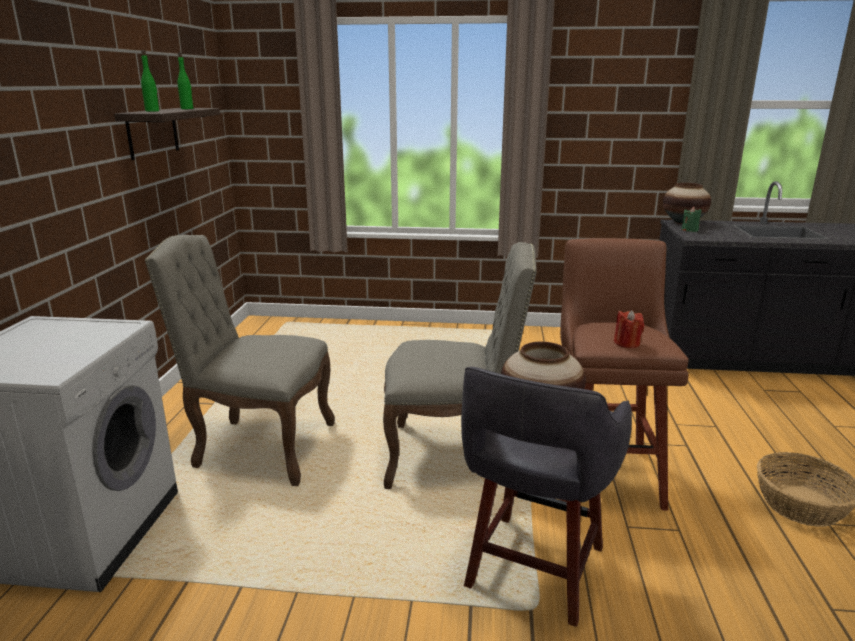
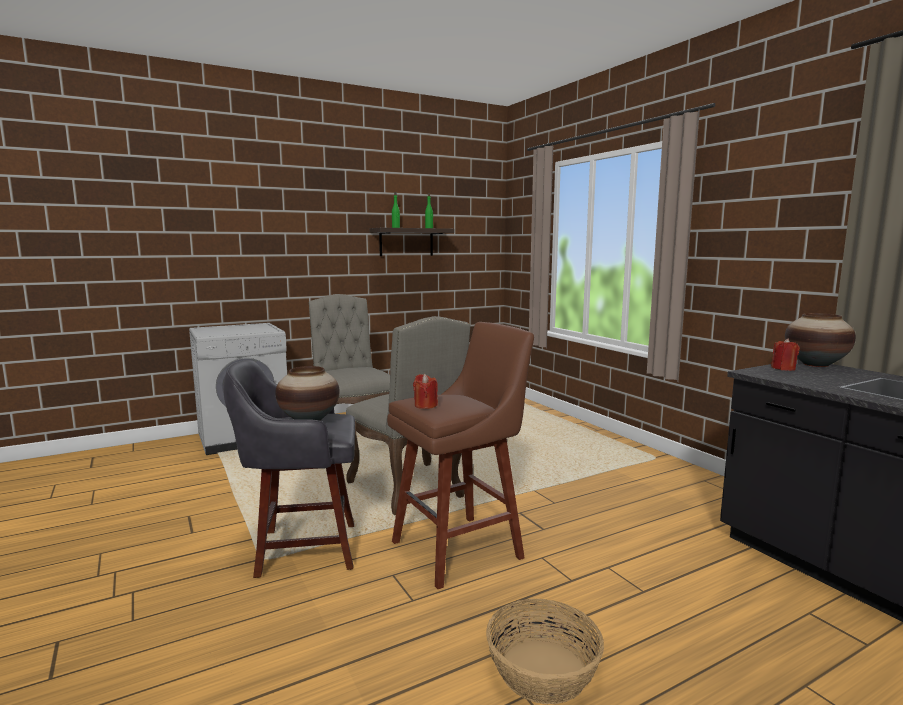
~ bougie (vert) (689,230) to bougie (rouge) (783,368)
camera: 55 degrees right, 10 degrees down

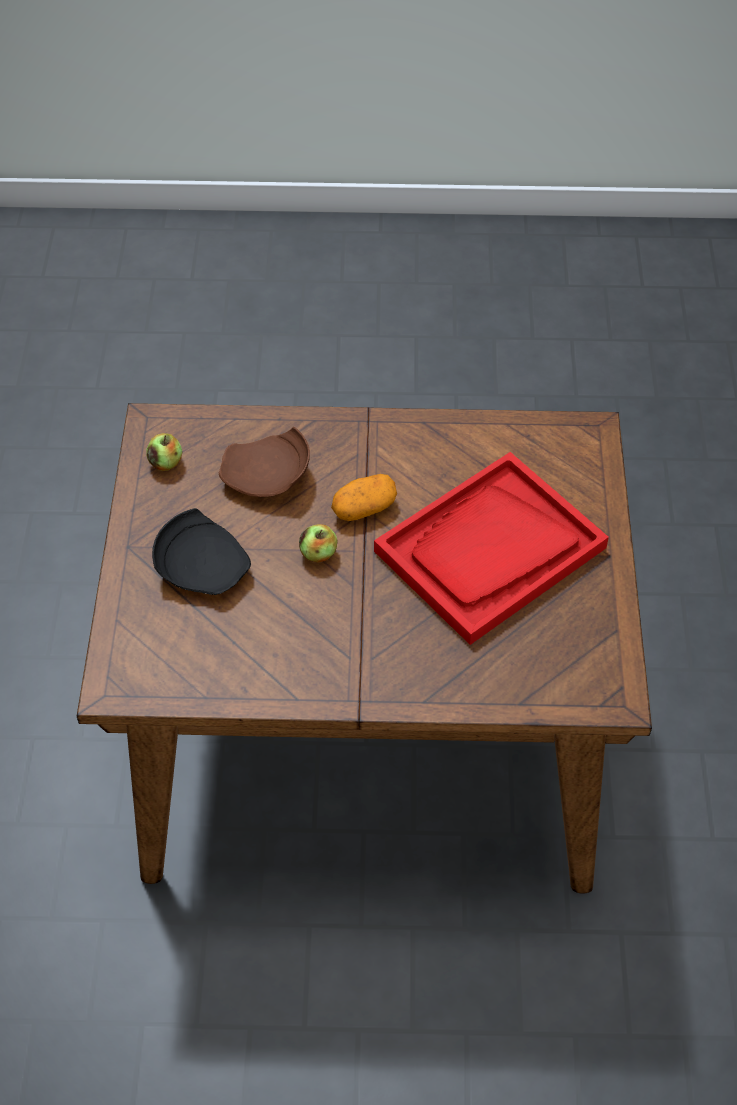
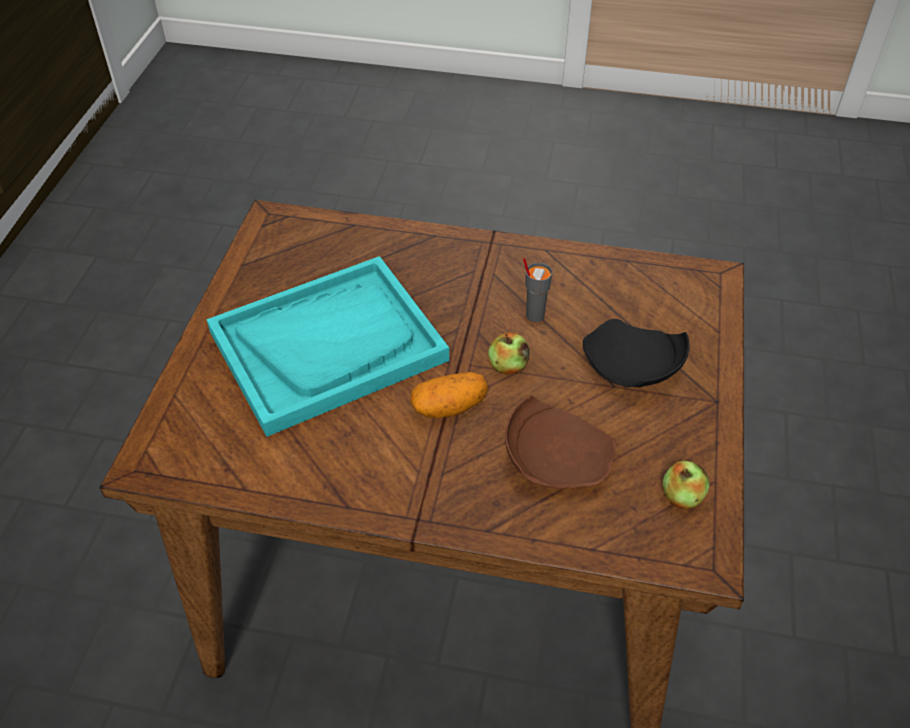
~ plateau (rouge) (490,550) to plateau (turquoise) (328,346)
+ tasse (gris) (534,315)
camera: 170 degrees left, 5 degrees down

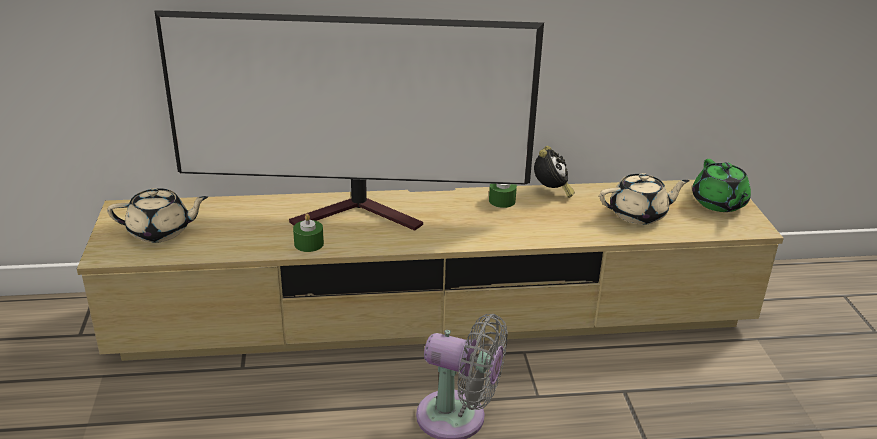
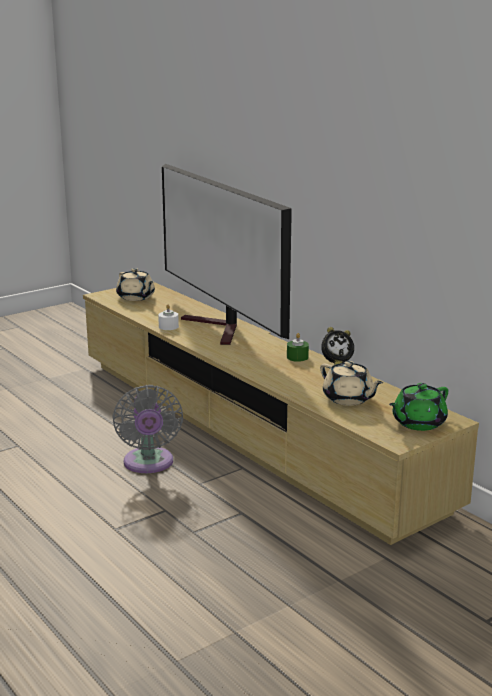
~ bougie (vert) (309,244) to bougie (blanc) (168,326)
camera: 60 degrees right, 10 degrees down

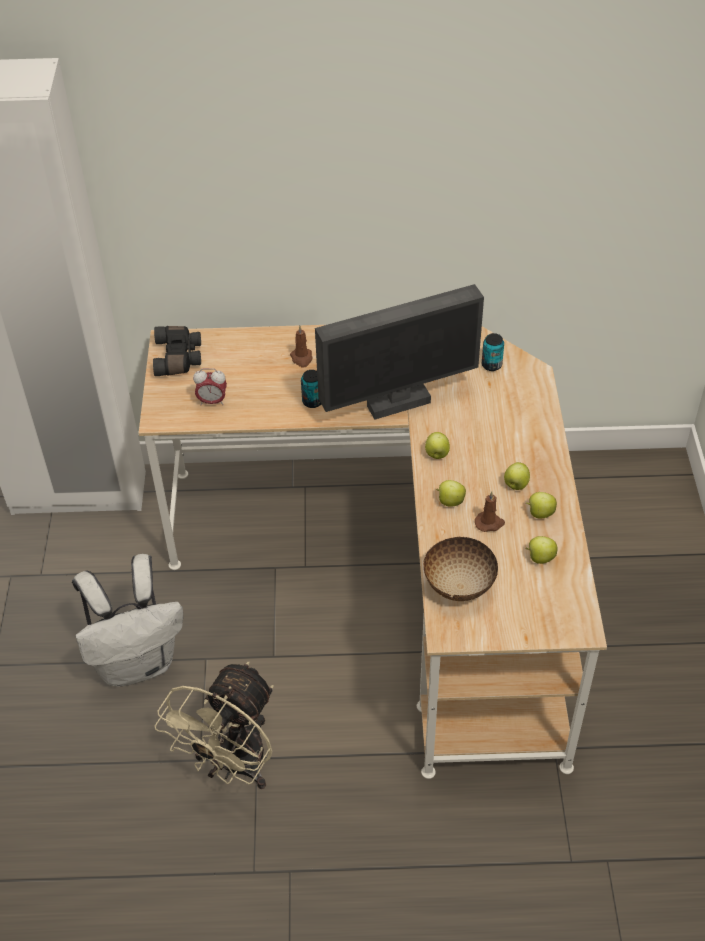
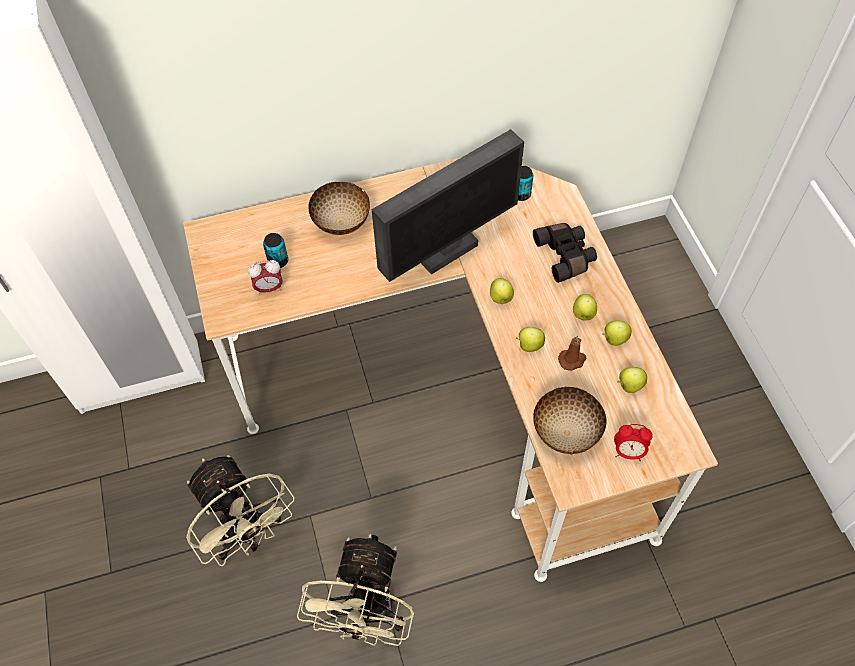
~ sac à dos (blanc) (138,662) to ventilateur (beige) (248,534)
~ boîte métallique (312,401) to (278,261)
~ bougie (marron) (302,358) to bol (341,223)
~ jumelles (noir) (179,358) to (566,256)
+ réveil (628,452)
camera: 15 degrees left, 10 degrees up

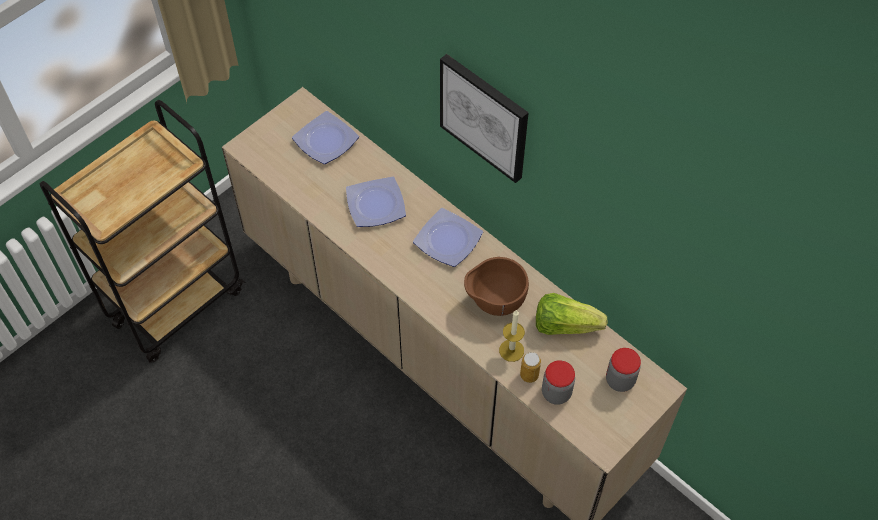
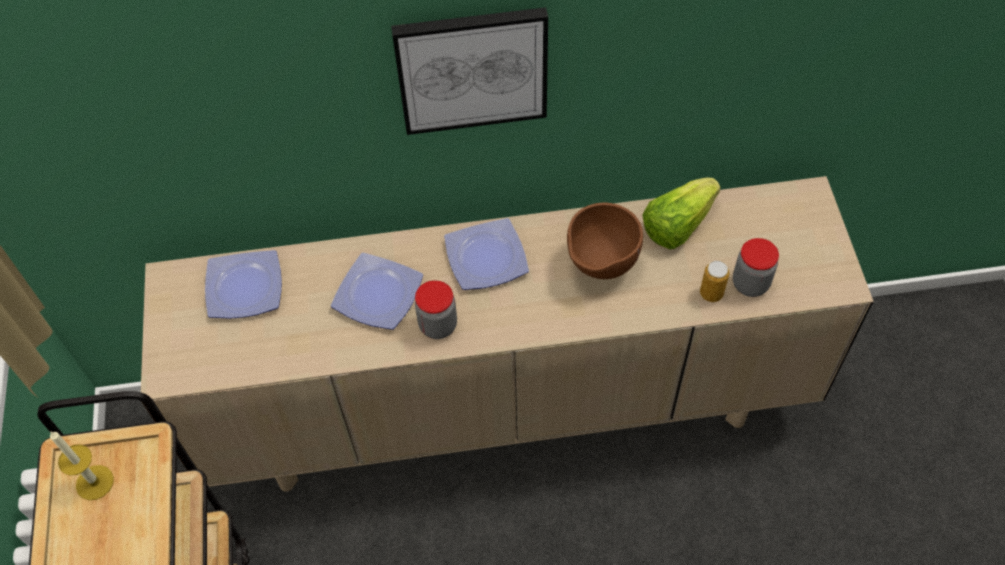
~ bougie (511,350) to (94,482)
~ bocal (620,380) to (438,325)
camera: 50 degrees left, 0 degrees up

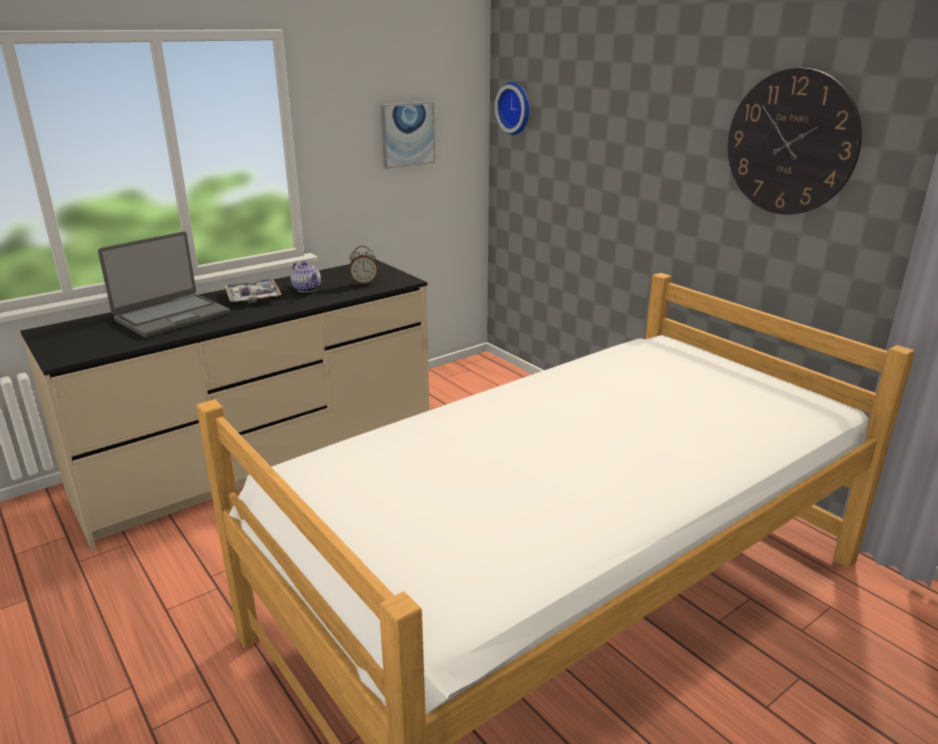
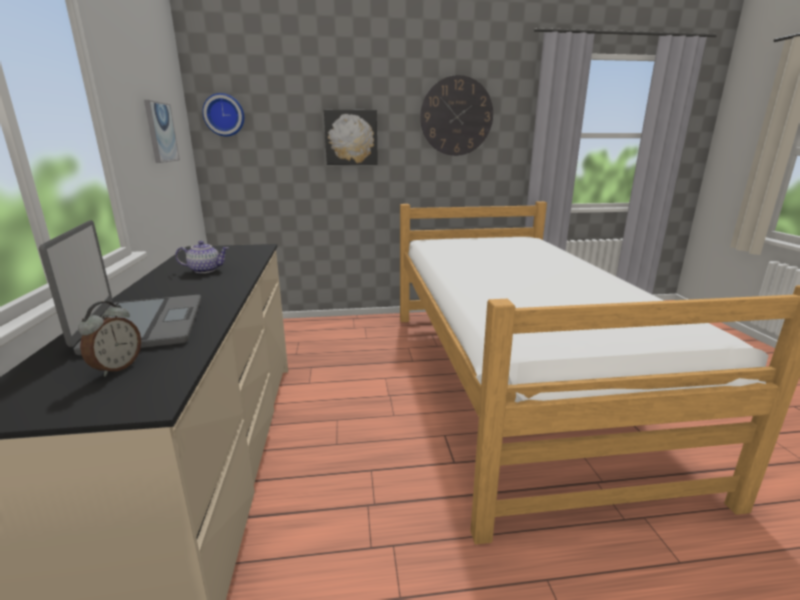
~ réveil (364,283) to (116,367)
+ tableau (351,137)
- plateau (253,297)
camera: 60 degrees left, 5 degrees down

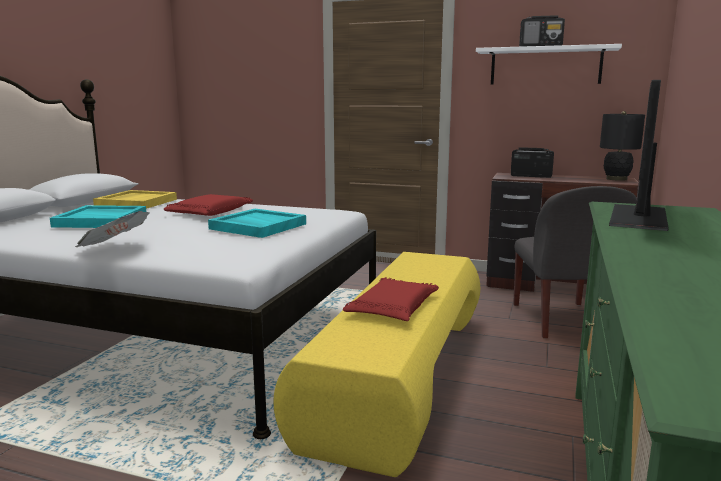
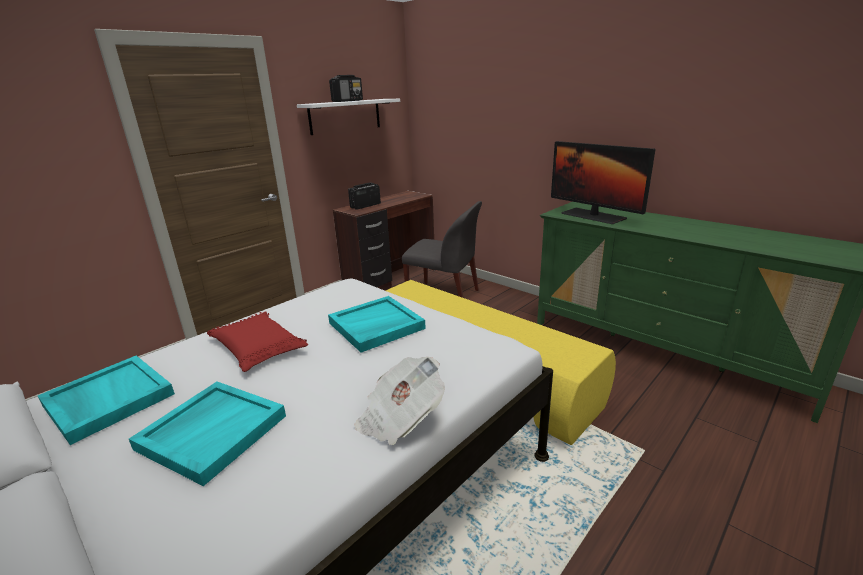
~ plateau (jaune) (136,202) to plateau (turquoise) (107,400)
- coussin (rouge) (393,306)
- lampe de table (noir) (616,179)
camera: 65 degrees left, 10 degrees up

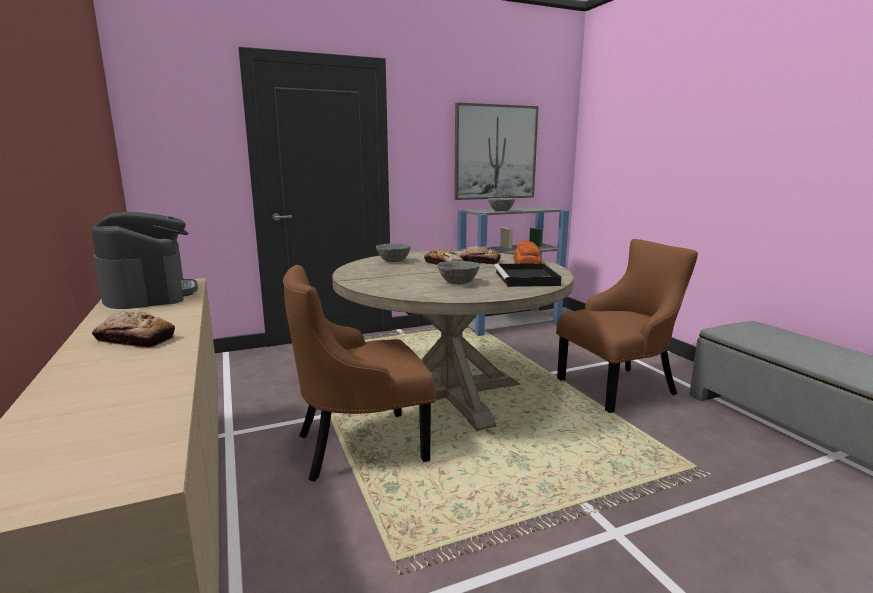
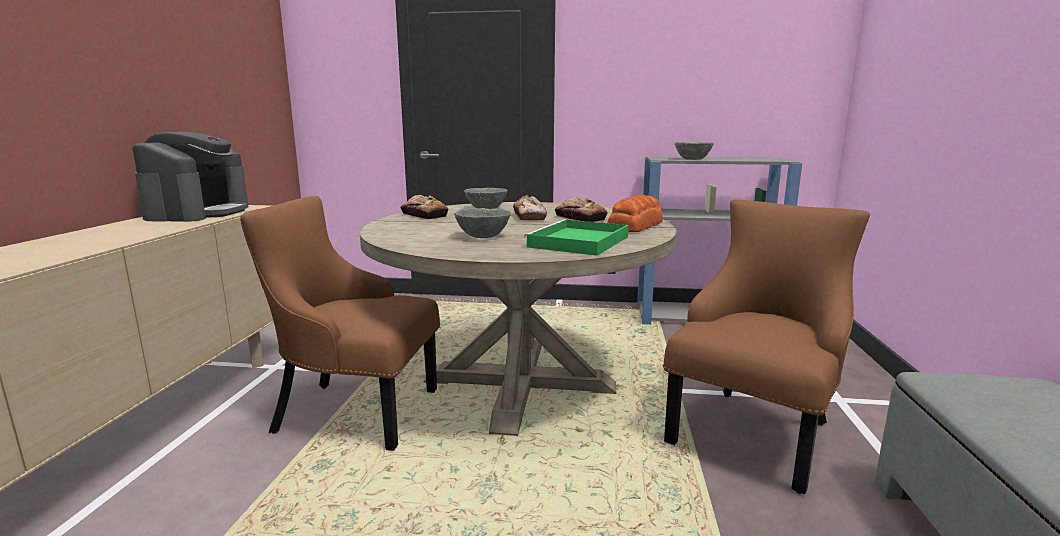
~ pain (135,339) to (424,215)
~ plateau (noir) (527,279) to plateau (vert) (578,242)
~ chaise (marron) (616,389) = (752,437) 60 degrees counterclockwise
- tableau (495,152)
camera: 30 degrees right, 0 degrees up

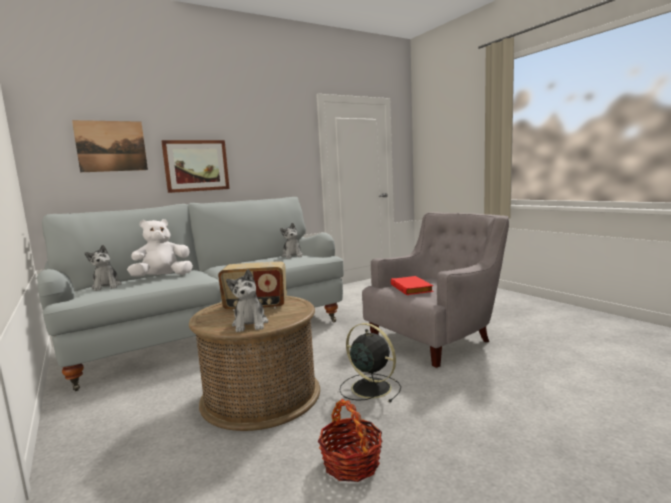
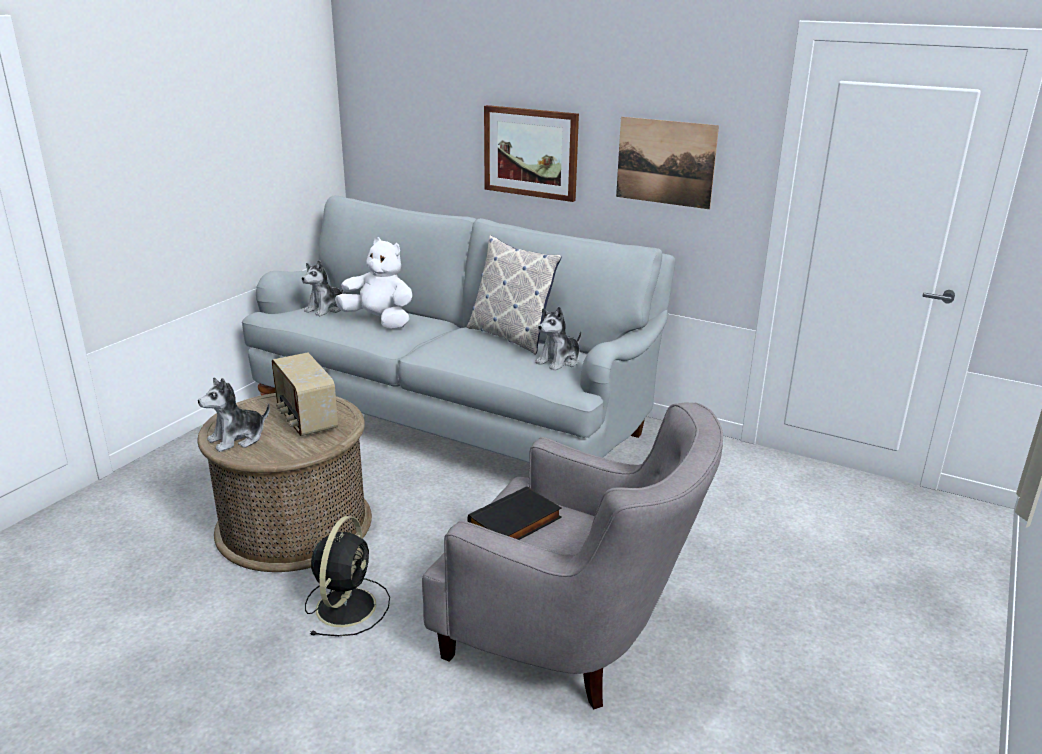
+ coussin (511,336)
~ livre (rouge) (412,288) to livre (noir) (516,522)
~ tableau (111,146) to (665,162)
- panier (351,463)
camera: 60 degrees right, 15 degrees up

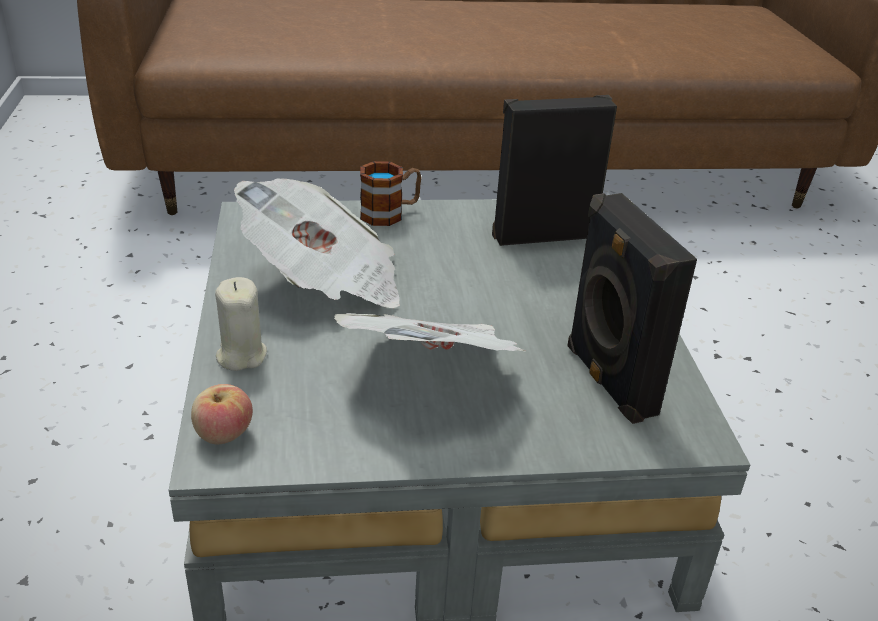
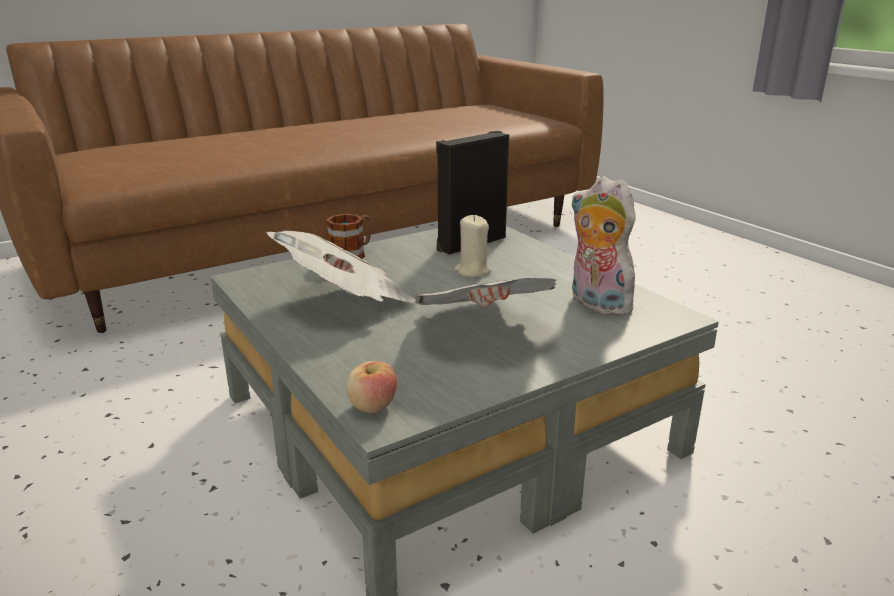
~ bougie (beige) (241,355) to (472,271)
~ enceinte (noir) (607,381) to peluche (595,304)
camera: 25 degrees left, 10 degrees down

